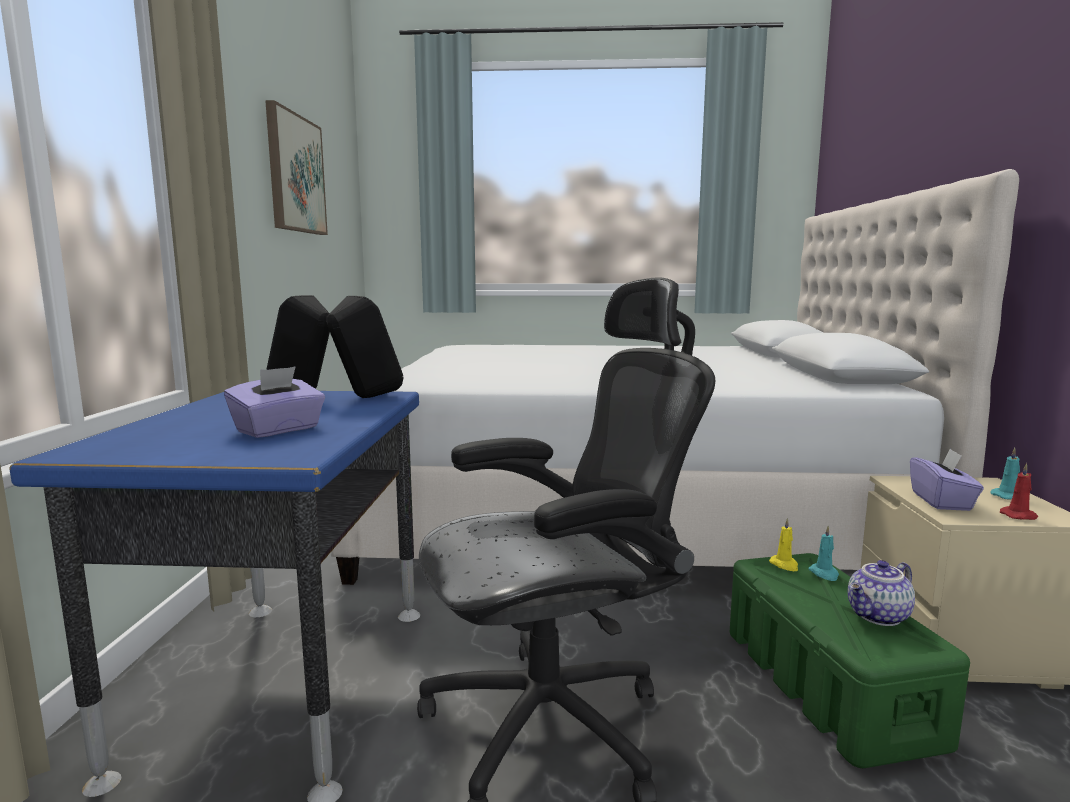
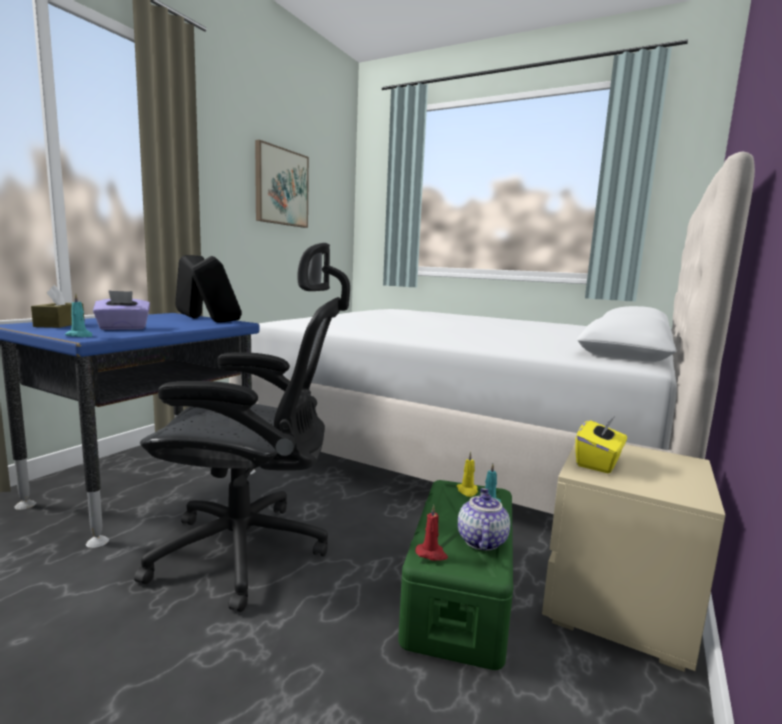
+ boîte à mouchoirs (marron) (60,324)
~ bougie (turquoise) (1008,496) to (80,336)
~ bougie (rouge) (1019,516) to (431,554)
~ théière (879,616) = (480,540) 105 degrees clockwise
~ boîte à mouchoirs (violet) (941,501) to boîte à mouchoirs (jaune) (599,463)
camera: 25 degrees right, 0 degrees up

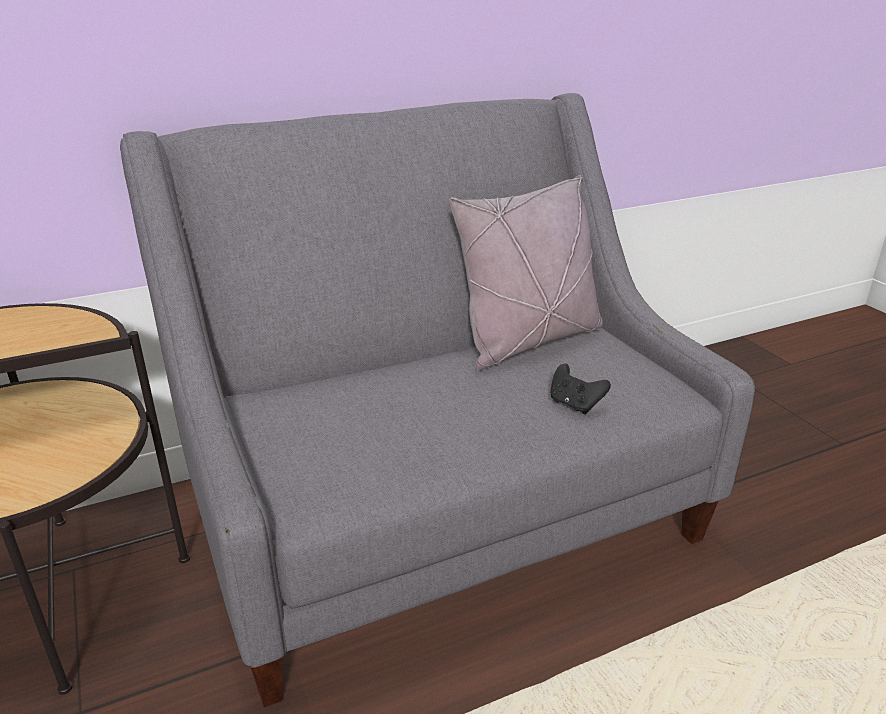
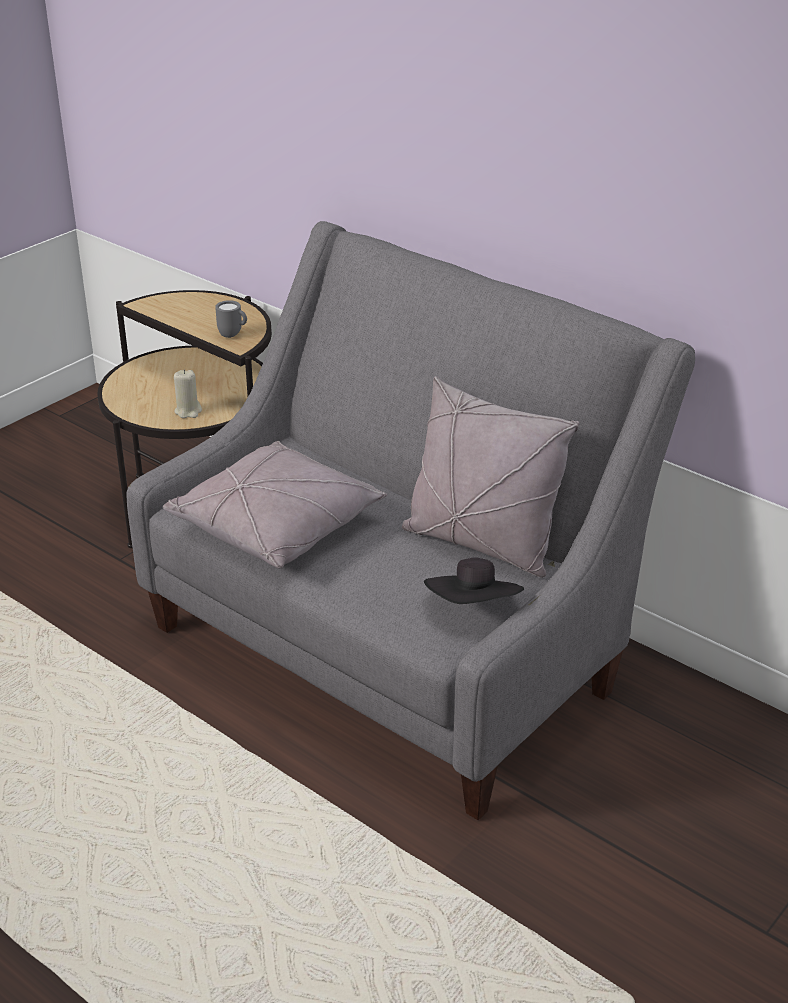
+ coussin (violet) (277,526)
+ bougie (beige) (188,411)
+ mug (gris) (233,335)
+ chapeau (noir) (474,608)
- manette (noir) (575,404)
camera: 65 degrees right, 5 degrees up

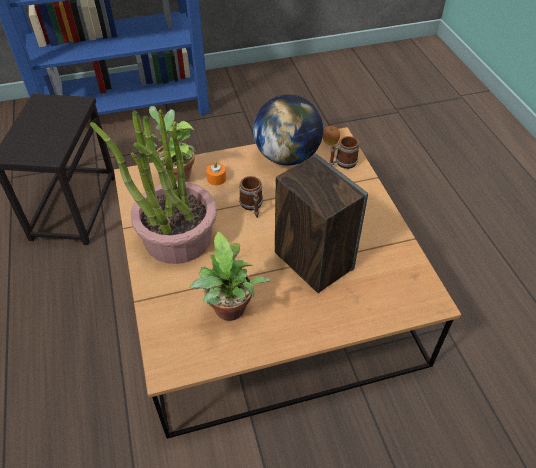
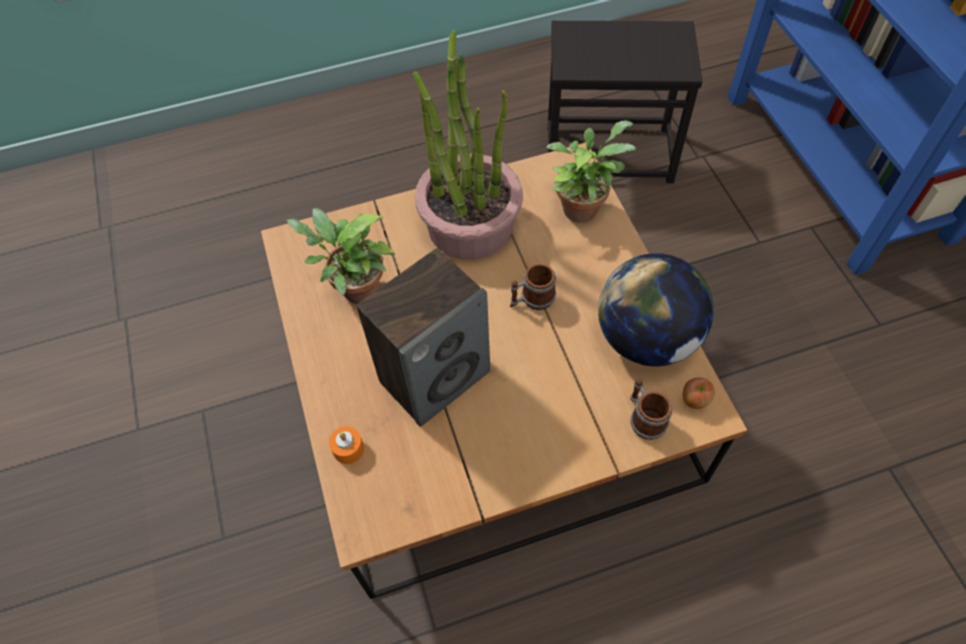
~ bougie (orange) (216,178) to (348,449)
camera: 90 degrees right, 10 degrees up

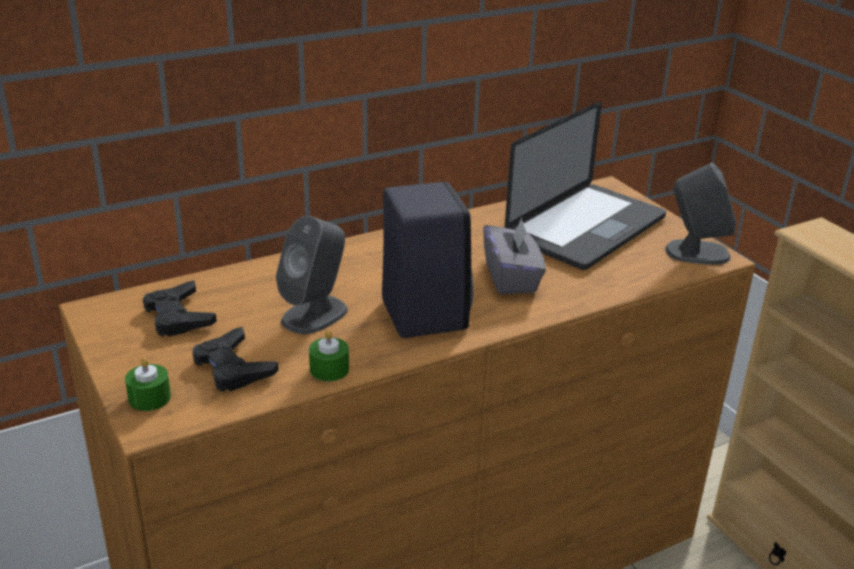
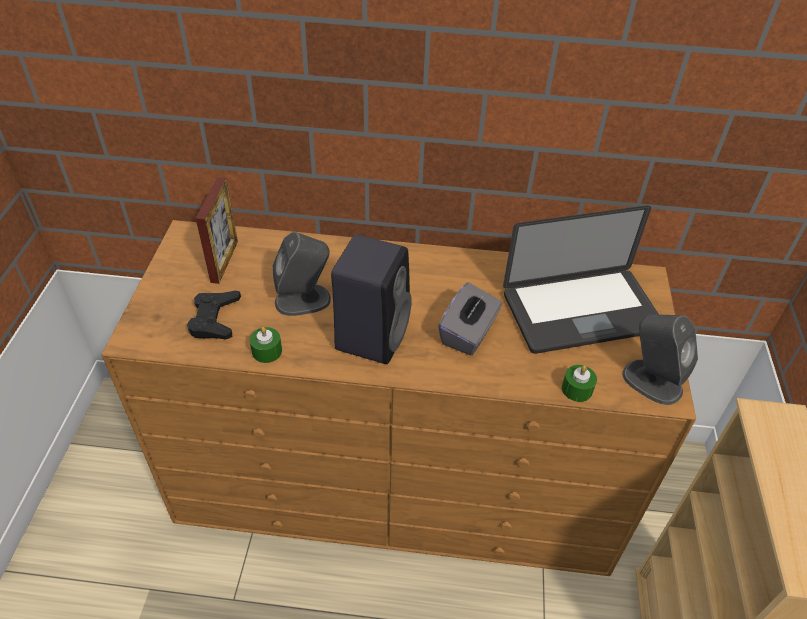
~ manette (noir) (178,316) to cadre photo (224,261)
~ bougie (vert) (149,398) to (577,389)
camera: 35 degrees right, 15 degrees up

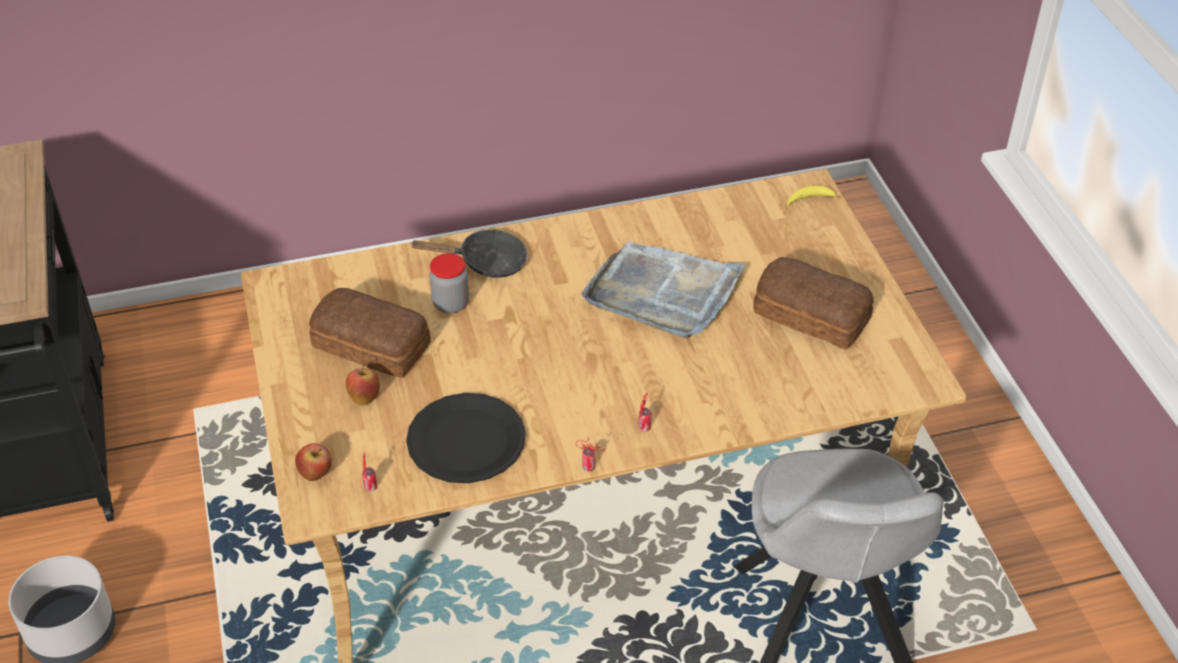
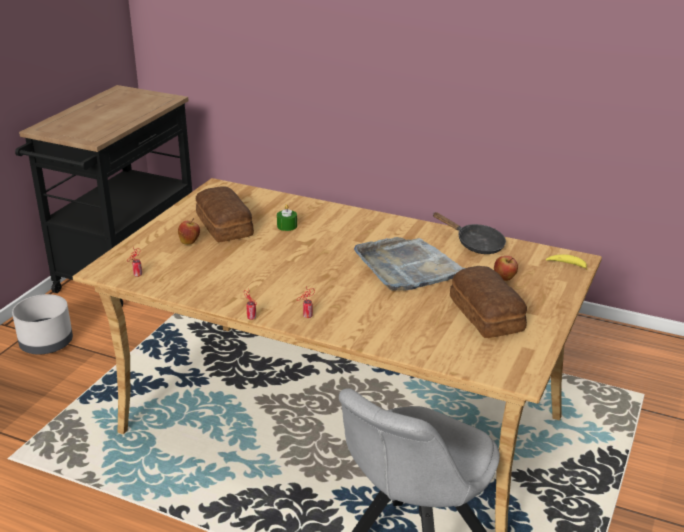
~ bocal (451,304) to bougie (vert) (287,226)
~ poêle (noir) (486,262) to (475,244)
~ pomme (316,474) to (504,279)
- assiette (noir) (466,440)
camera: 40 degrees right, 15 degrees down

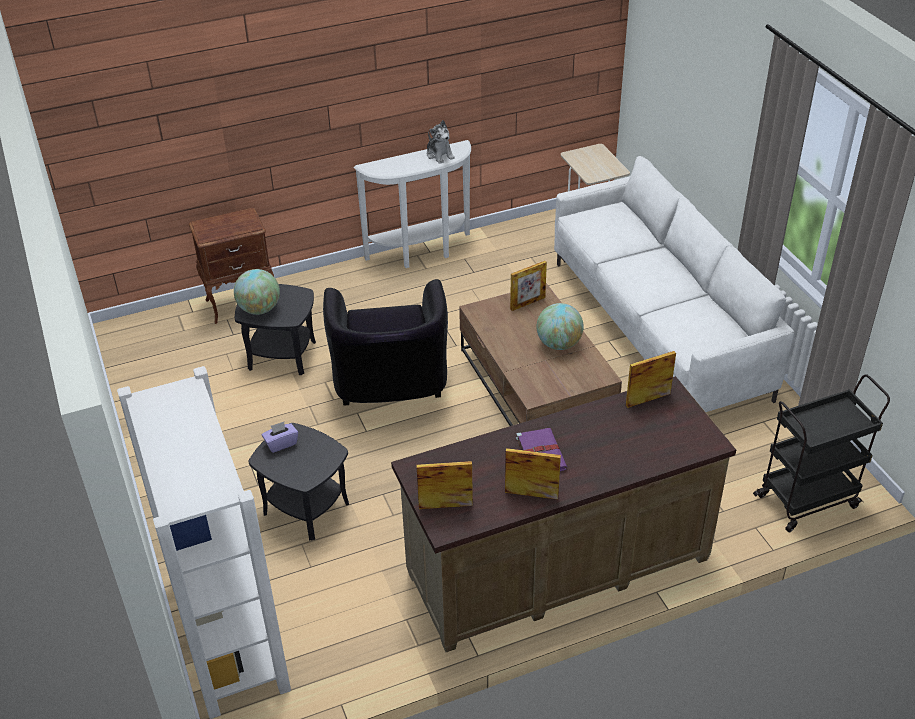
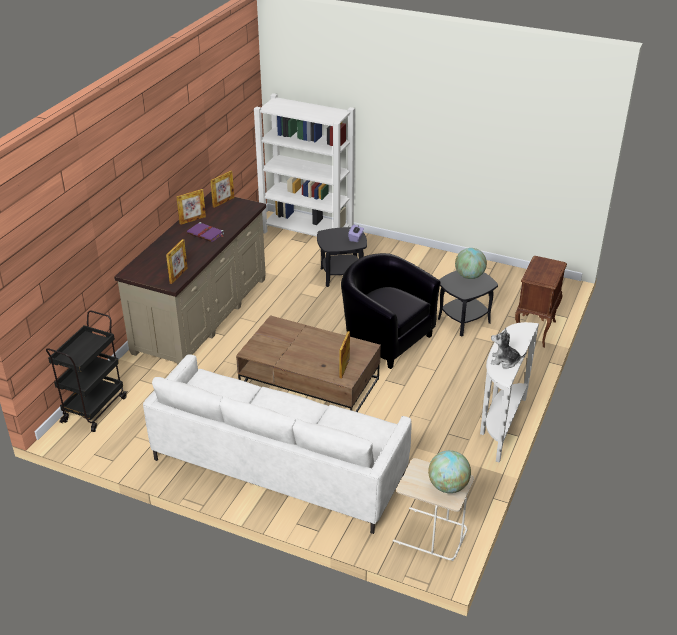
~ globe (559,344) to (448,486)
camera: 135 degrees right, 5 degrees down

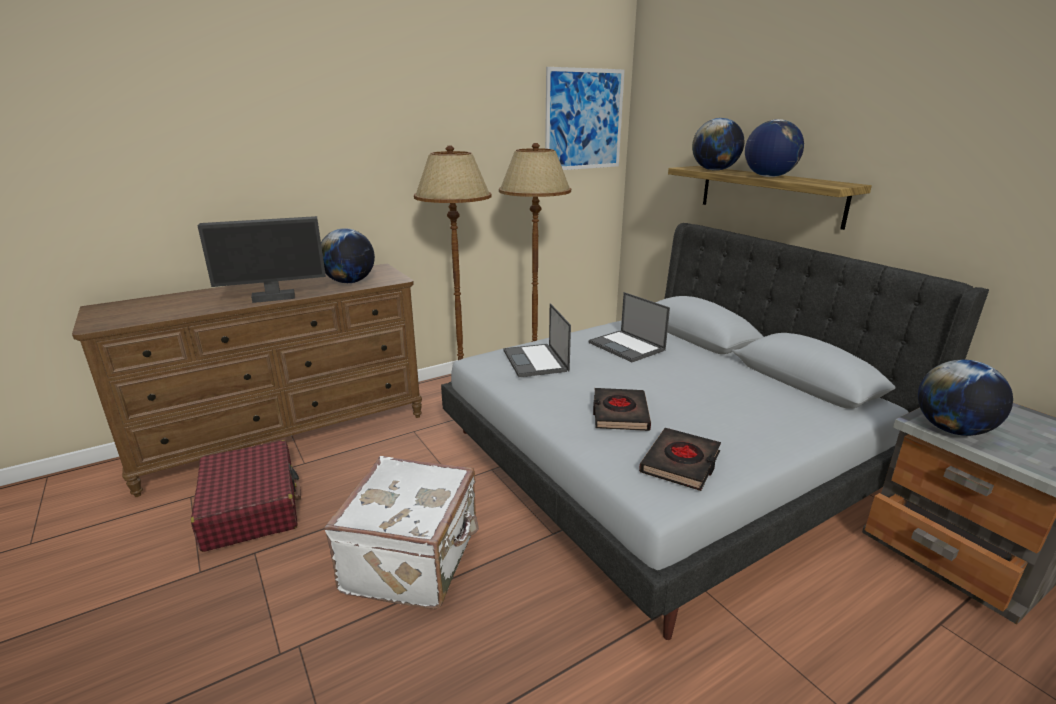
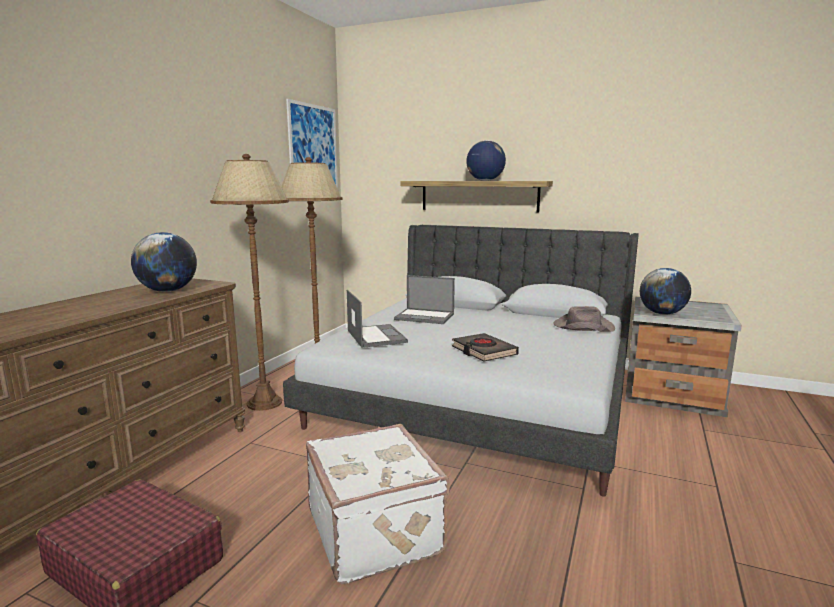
~ ordinateur portable (536,361) = (376,336) 150 degrees counterclockwise
+ chapeau (marron) (582,327)
- écran d'ordinateur (274,298)
- livre (noir) (681,463)
- globe (714,170)
camera: 35 degrees left, 10 degrees down

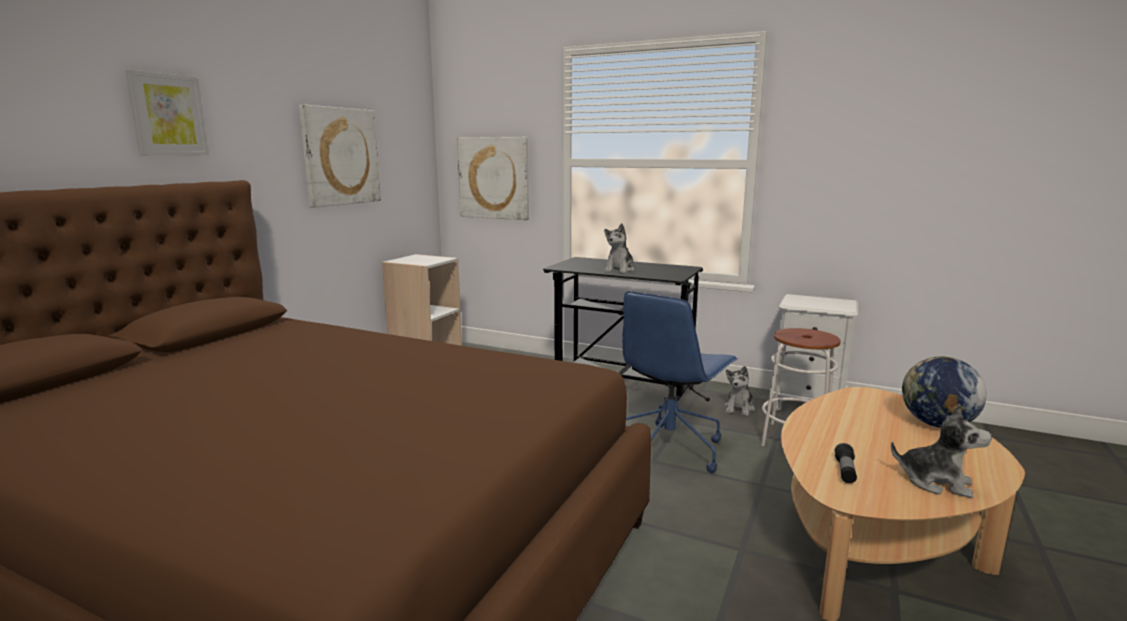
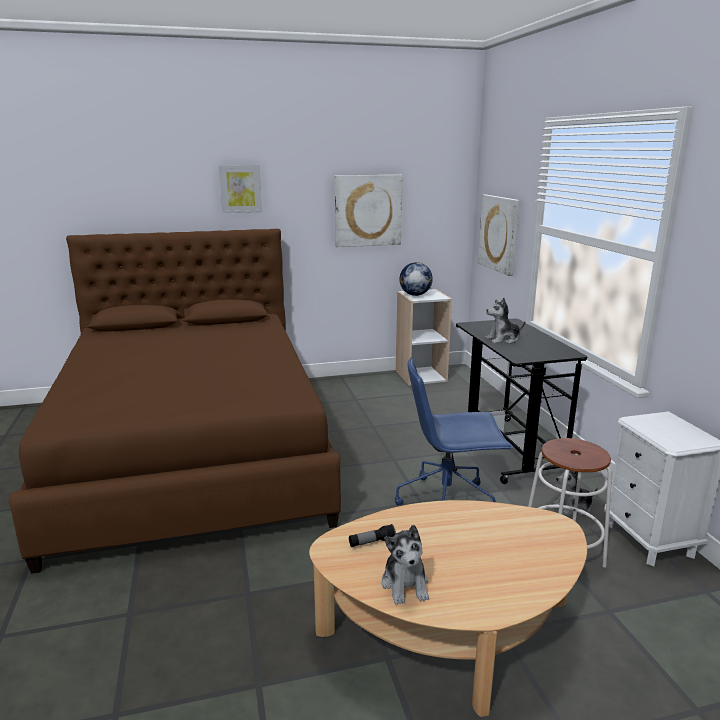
~ globe (937,424) to (415,295)
camera: 50 degrees right, 5 degrees up

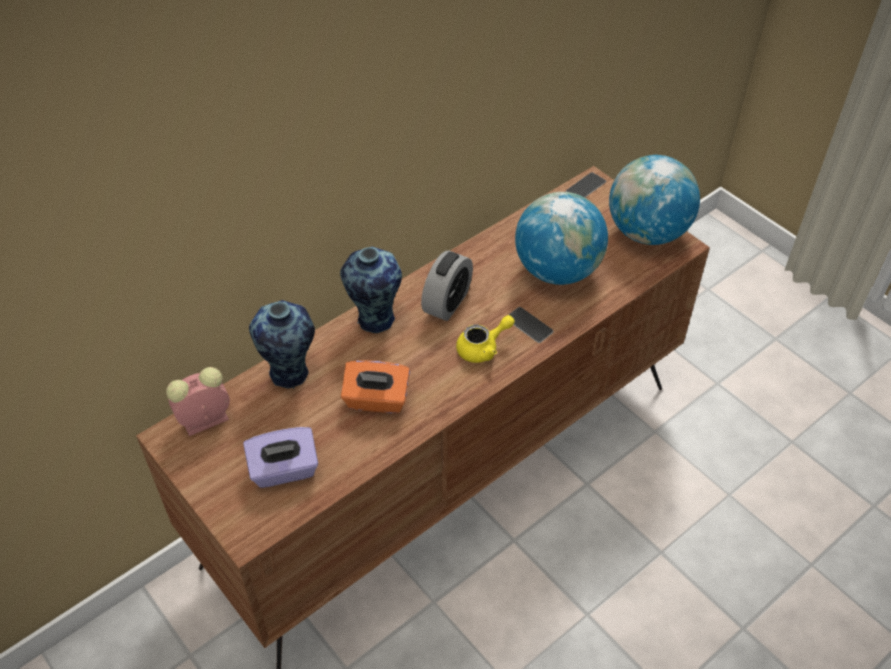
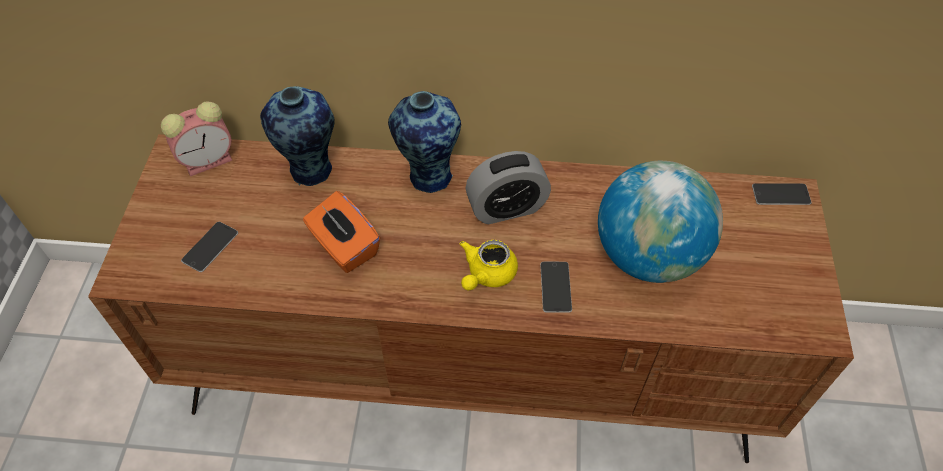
~ réveil (203,421) = (209,159) 135 degrees clockwise
~ boîte à mouchoirs (violet) (284,470) to téléphone (210,246)
~ théière (jaune) (483,348) = (487,274) 105 degrees clockwise
- globe (647,232)
camera: 45 degrees right, 5 degrees up

